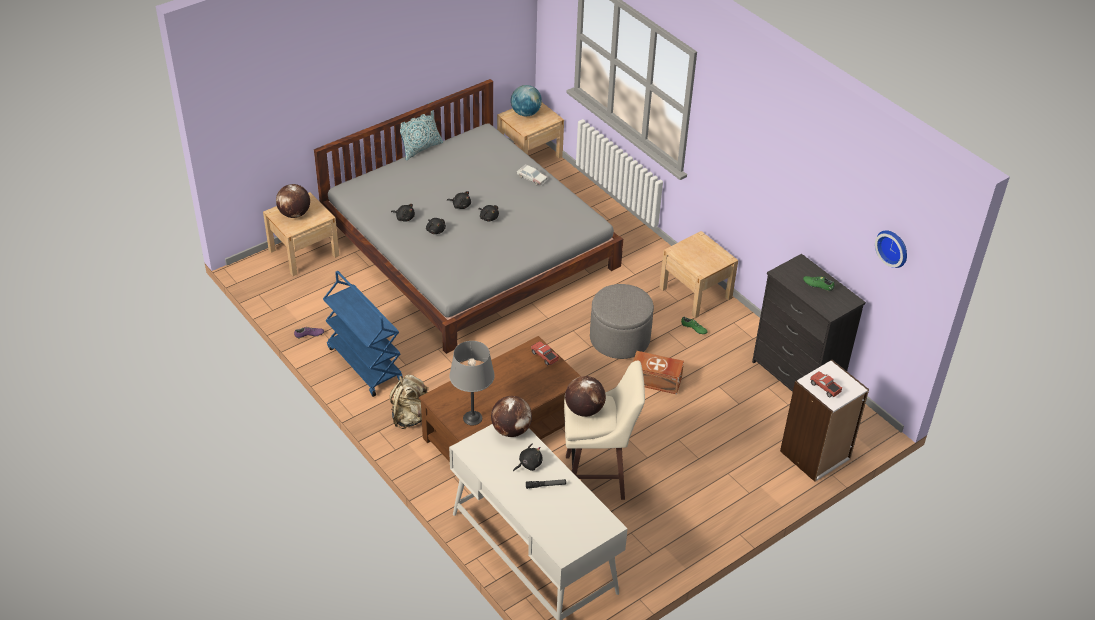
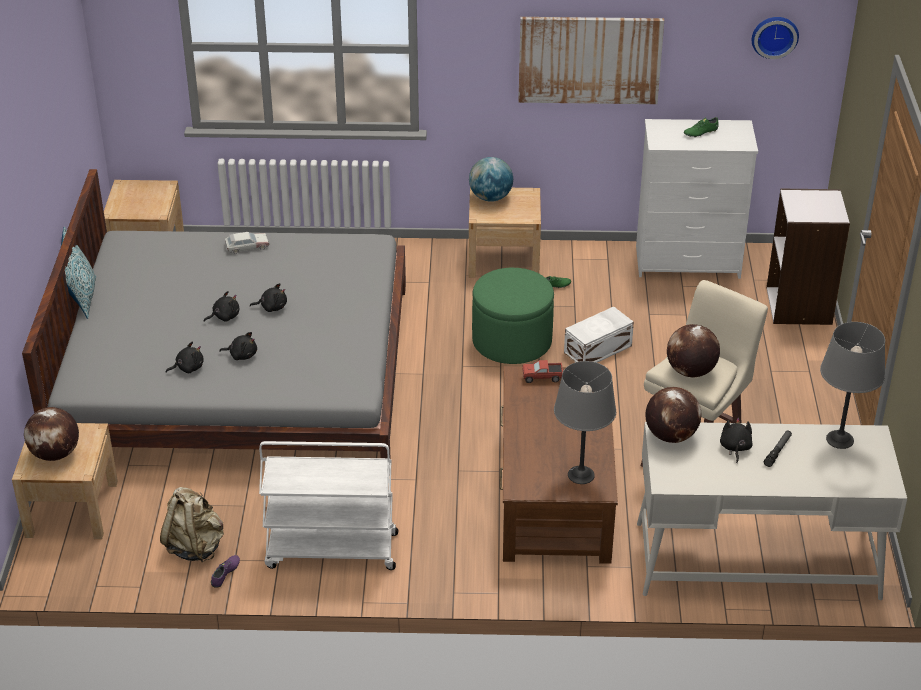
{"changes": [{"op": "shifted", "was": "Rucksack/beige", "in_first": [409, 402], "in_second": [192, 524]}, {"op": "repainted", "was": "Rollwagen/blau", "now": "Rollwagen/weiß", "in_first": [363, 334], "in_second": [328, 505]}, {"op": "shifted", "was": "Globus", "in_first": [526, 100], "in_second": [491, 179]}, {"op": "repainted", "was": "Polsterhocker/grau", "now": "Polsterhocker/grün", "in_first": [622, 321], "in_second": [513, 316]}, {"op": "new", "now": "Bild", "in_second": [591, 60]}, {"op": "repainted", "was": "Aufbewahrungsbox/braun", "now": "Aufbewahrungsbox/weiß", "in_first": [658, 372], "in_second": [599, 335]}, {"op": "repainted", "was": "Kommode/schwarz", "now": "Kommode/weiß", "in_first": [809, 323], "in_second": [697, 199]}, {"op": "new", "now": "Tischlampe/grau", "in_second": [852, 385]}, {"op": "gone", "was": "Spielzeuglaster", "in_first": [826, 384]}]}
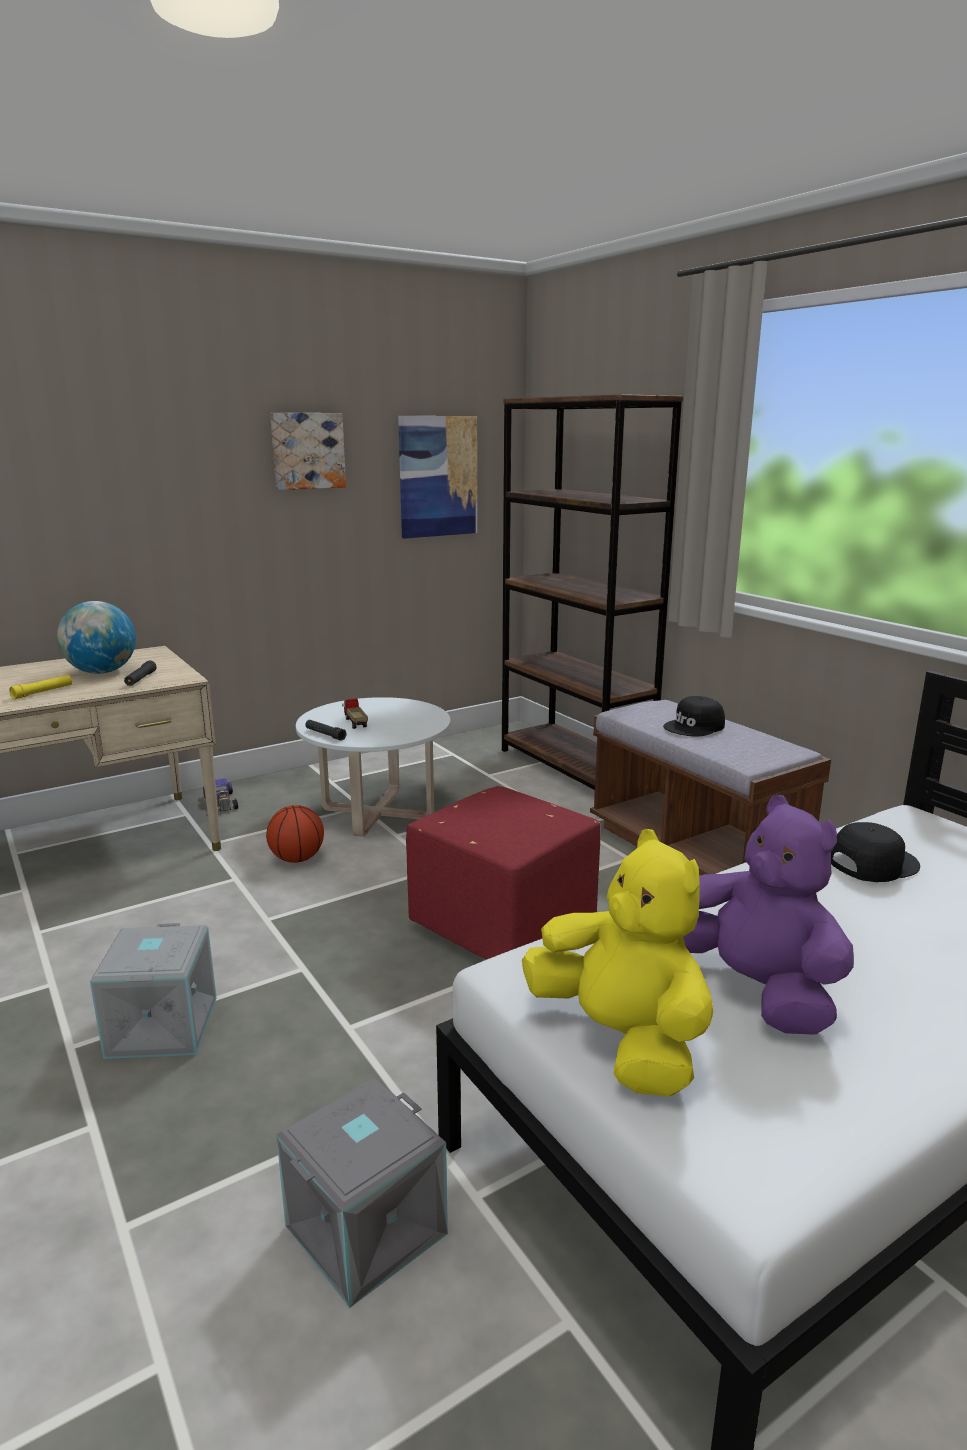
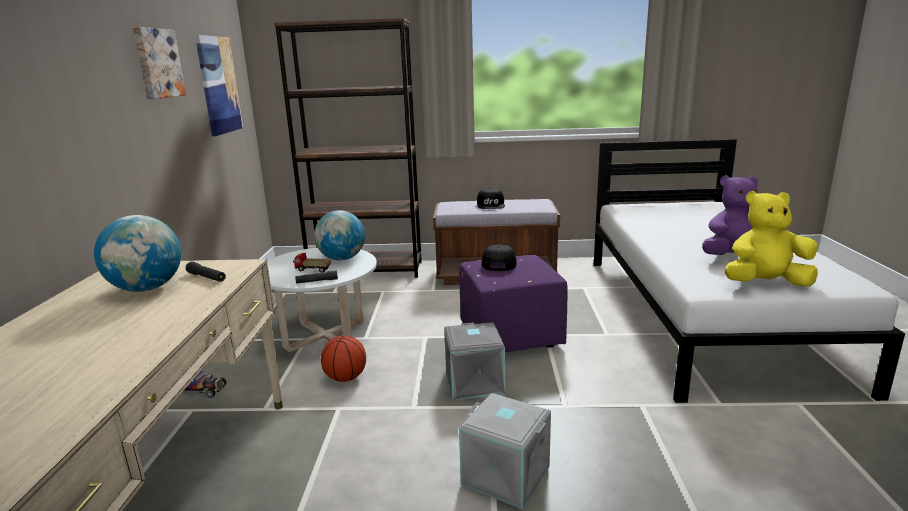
{"changes": [{"op": "new", "now": "Globus", "in_second": [339, 235]}, {"op": "shifted", "was": "Aufbewahrungsbox/grau", "in_first": [362, 1193], "in_second": [474, 361]}, {"op": "repainted", "was": "Polsterhocker/rot", "now": "Polsterhocker/lila", "in_first": [503, 872], "in_second": [513, 303]}, {"op": "shifted", "was": "Kappe/schwarz", "in_first": [875, 852], "in_second": [499, 257]}, {"op": "gone", "was": "Taschenlampe/gelb", "in_first": [41, 687]}]}
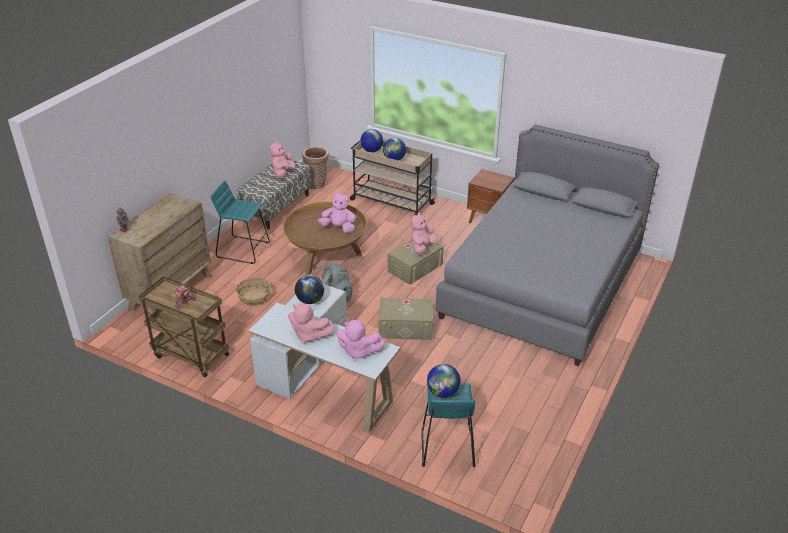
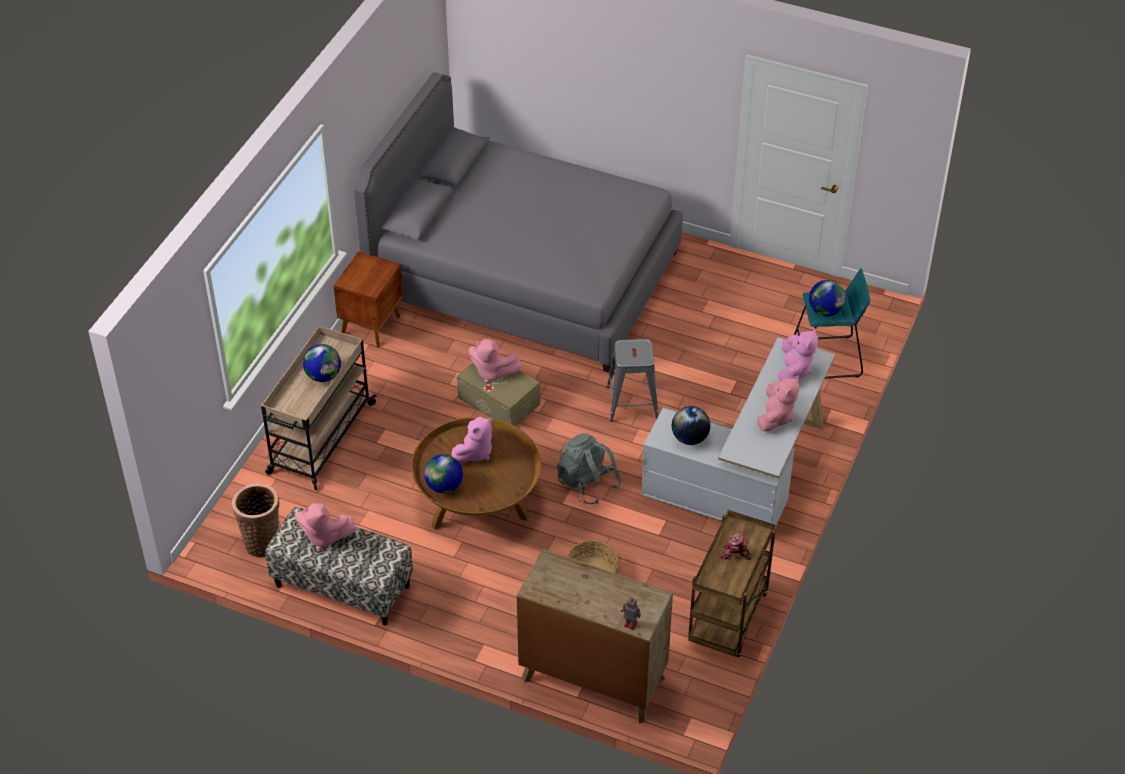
{"changes": [{"op": "shifted", "was": "Globus", "in_first": [371, 140], "in_second": [443, 473]}, {"op": "rotated", "was": "Plüschtier/rosa", "in_first": [337, 212], "in_second": [471, 440], "clockwise": -150}, {"op": "swapped", "was": "Aufbewahrungsbox/beige", "now": "Hocker/grau", "in_first": [405, 319], "in_second": [632, 380]}, {"op": "gone", "was": "Hocker/türkis", "in_first": [240, 222]}]}
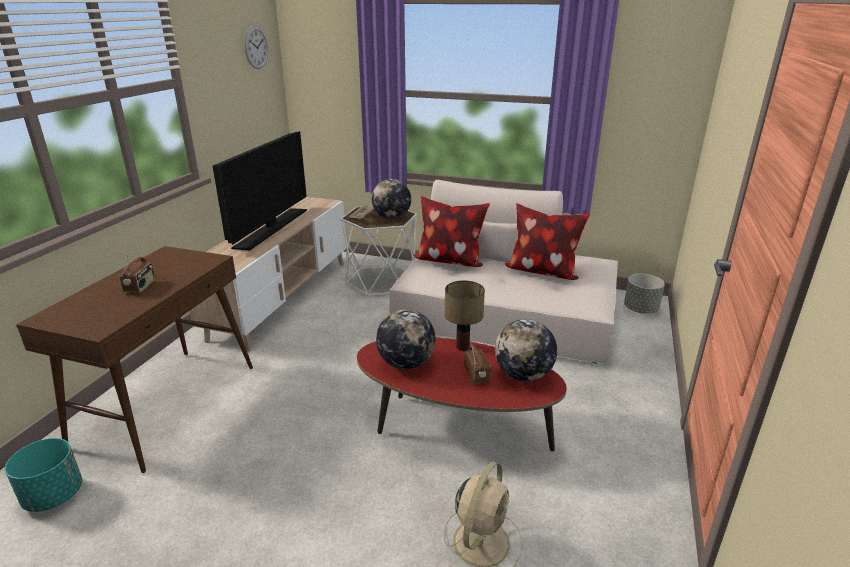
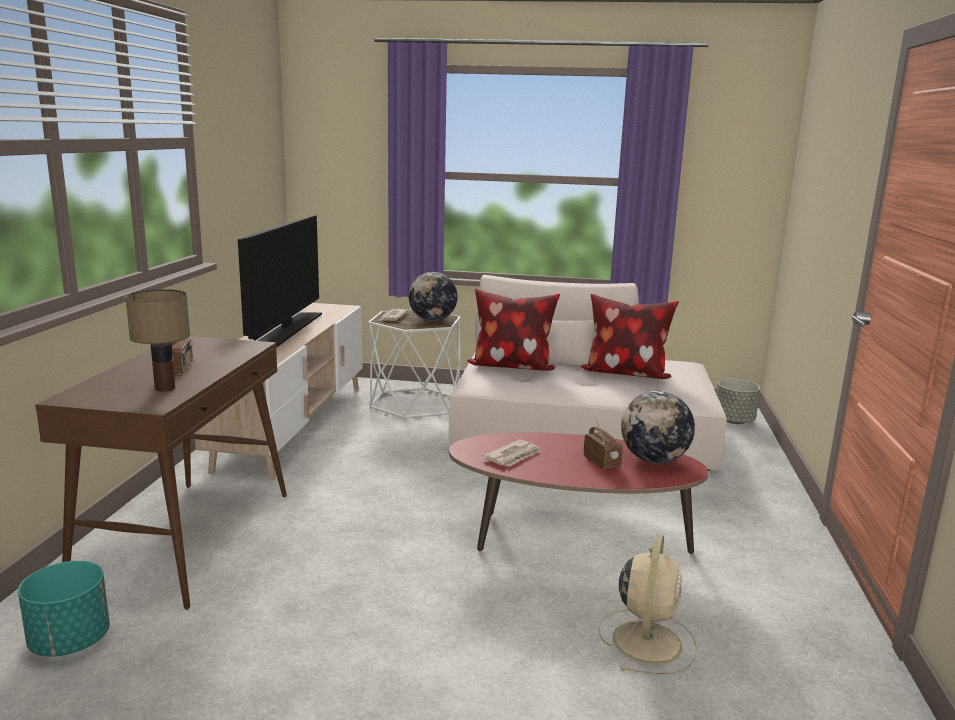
{"changes": [{"op": "shifted", "was": "Tischlampe", "in_first": [465, 316], "in_second": [157, 340]}, {"op": "swapped", "was": "Globus", "now": "Zeitung", "in_first": [406, 339], "in_second": [511, 453]}, {"op": "gone", "was": "Wanduhr", "in_first": [256, 47]}]}
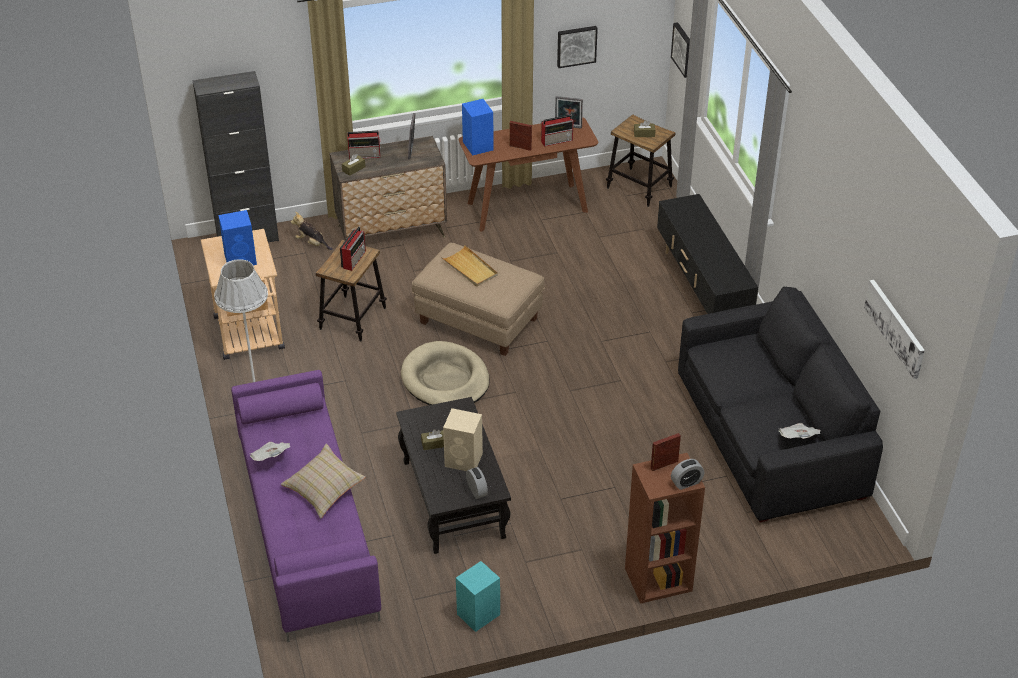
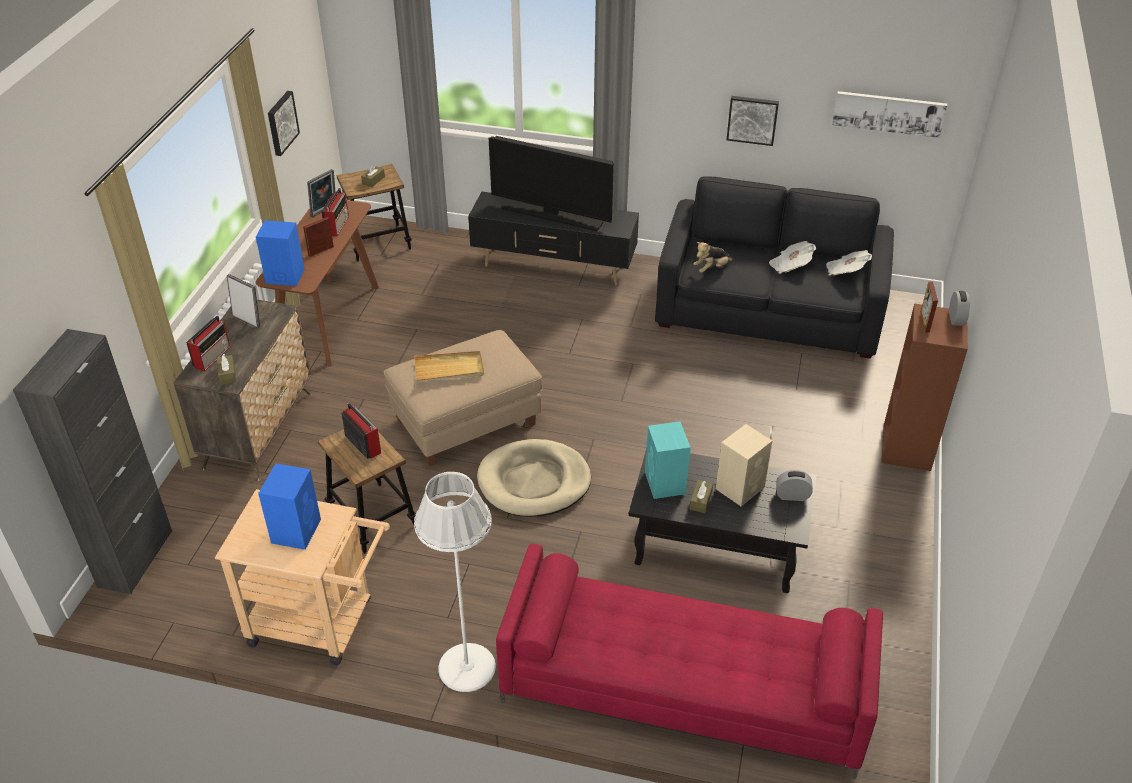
{"changes": [{"op": "new", "now": "Fernseher", "in_second": [551, 183]}, {"op": "repainted", "was": "Sofa/lila", "now": "Sofa/rot", "in_first": [306, 506], "in_second": [689, 661]}, {"op": "shifted", "was": "Lautsprecher/türkis", "in_first": [478, 596], "in_second": [668, 460]}, {"op": "shifted", "was": "Plüschtier", "in_first": [312, 231], "in_second": [714, 257]}, {"op": "shifted", "was": "Bild", "in_first": [680, 50], "in_second": [753, 121]}, {"op": "shifted", "was": "Zeitung", "in_first": [270, 451], "in_second": [792, 257]}, {"op": "gone", "was": "Kissen/beige", "in_first": [323, 481]}]}
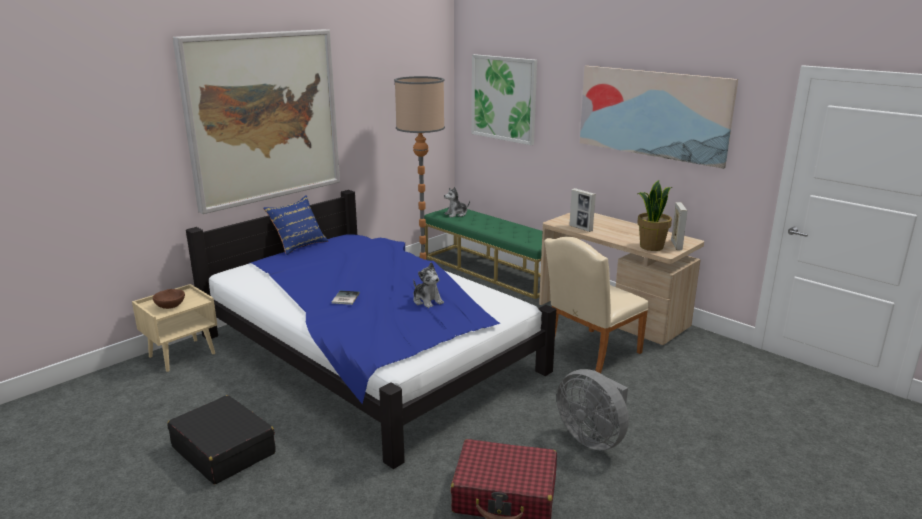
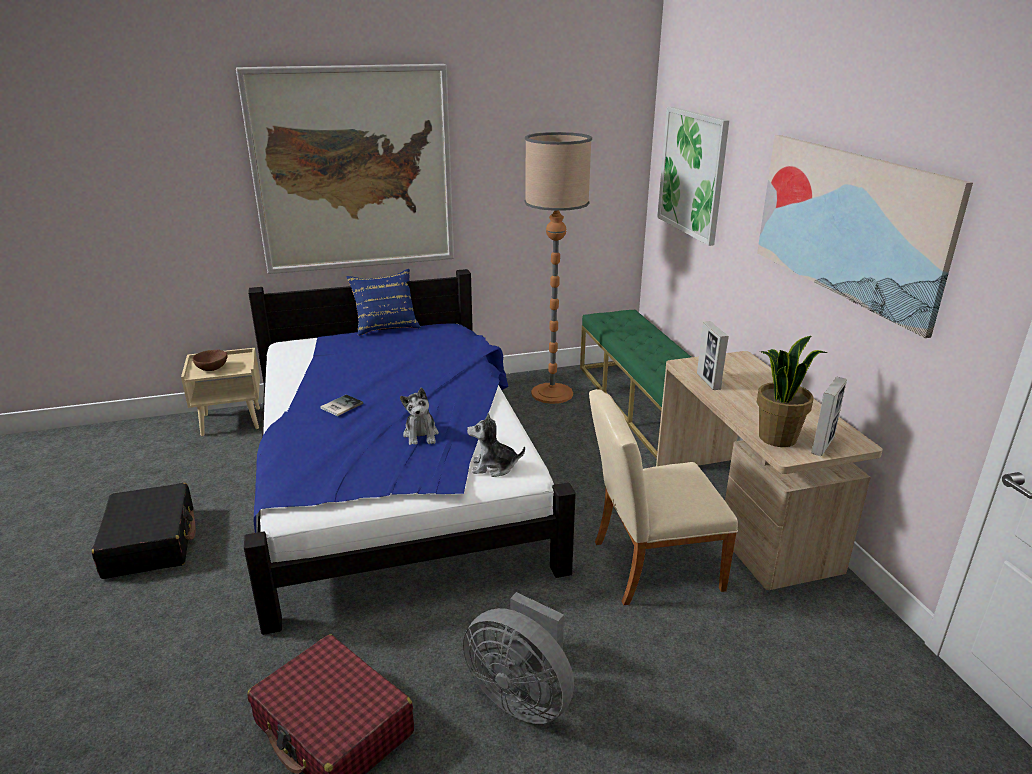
{"changes": [{"op": "rotated", "was": "Ventilator/grau", "in_first": [593, 409], "in_second": [518, 658], "clockwise": -45}, {"op": "shifted", "was": "Plüschtier", "in_first": [457, 202], "in_second": [496, 445]}]}
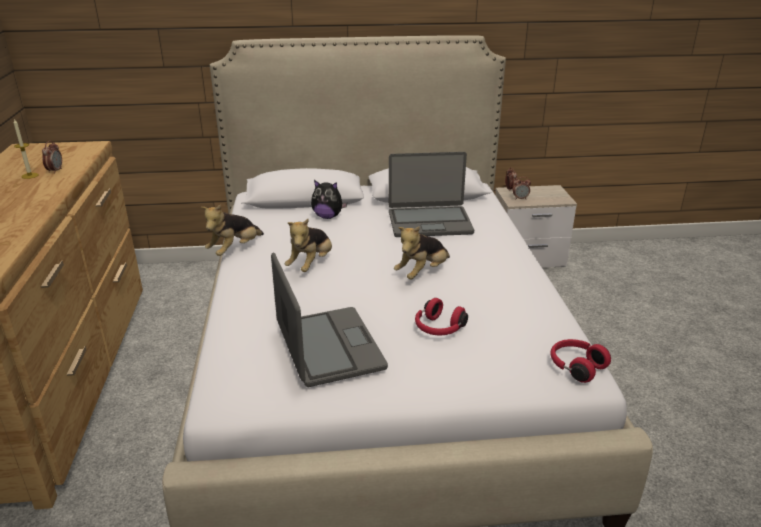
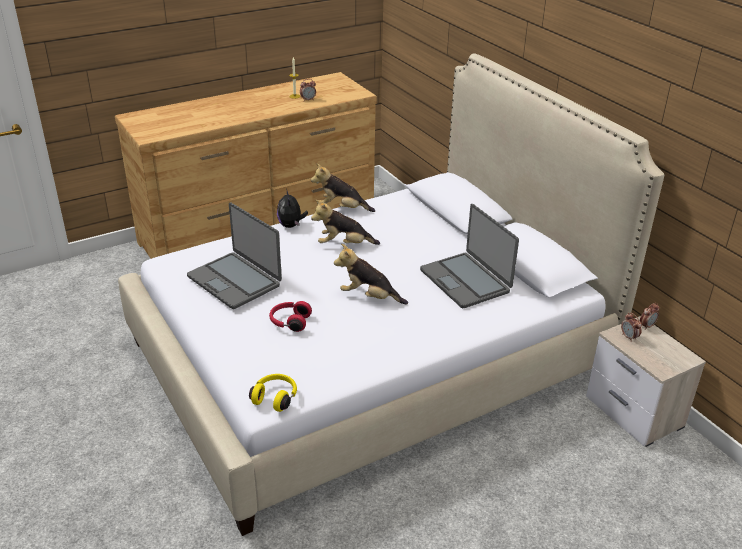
{"changes": [{"op": "rotated", "was": "Laptop", "in_first": [329, 320], "in_second": [234, 255], "clockwise": 90}, {"op": "repainted", "was": "Kopfhörer/rot", "now": "Kopfhörer/gelb", "in_first": [581, 361], "in_second": [273, 393]}, {"op": "shifted", "was": "Plüschtier", "in_first": [329, 199], "in_second": [292, 208]}]}
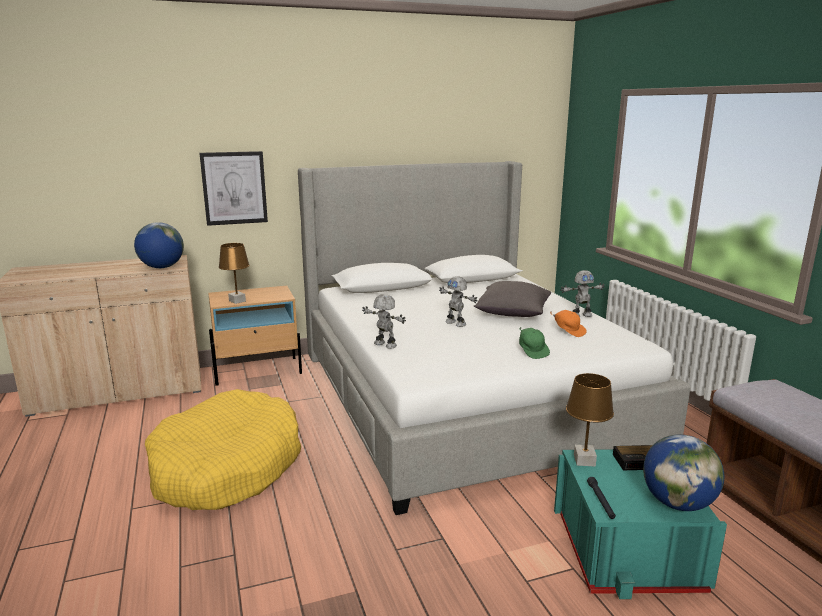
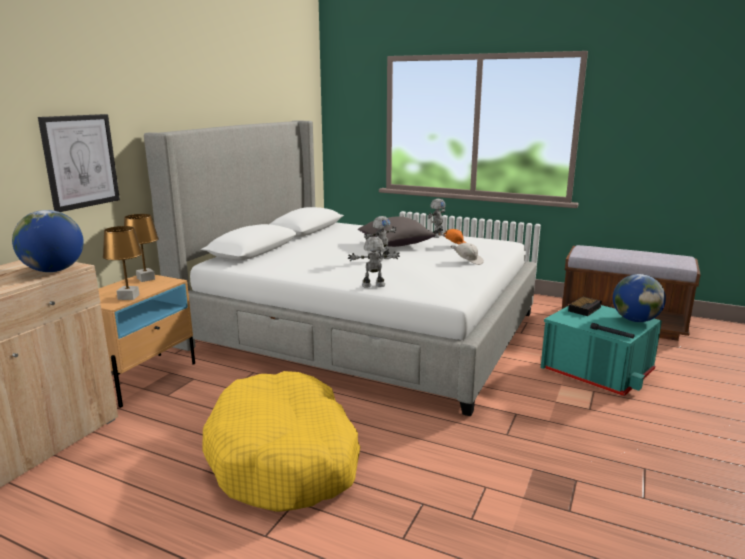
{"changes": [{"op": "shifted", "was": "Tischlampe/braun", "in_first": [590, 419], "in_second": [141, 248]}, {"op": "rotated", "was": "Spielzeugroboter", "in_first": [458, 301], "in_second": [380, 239], "clockwise": -45}, {"op": "repainted", "was": "Kappe/grün", "now": "Kappe/weiß", "in_first": [534, 343], "in_second": [467, 254]}]}
